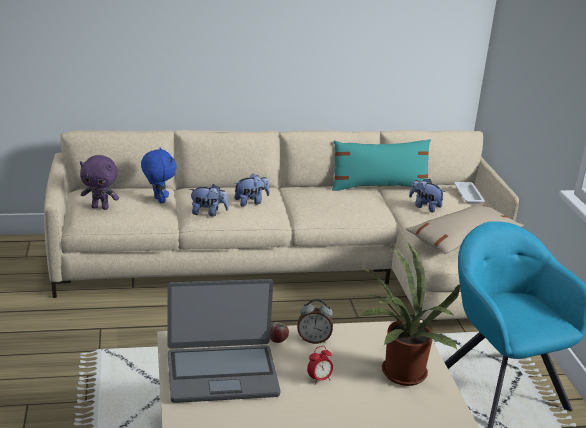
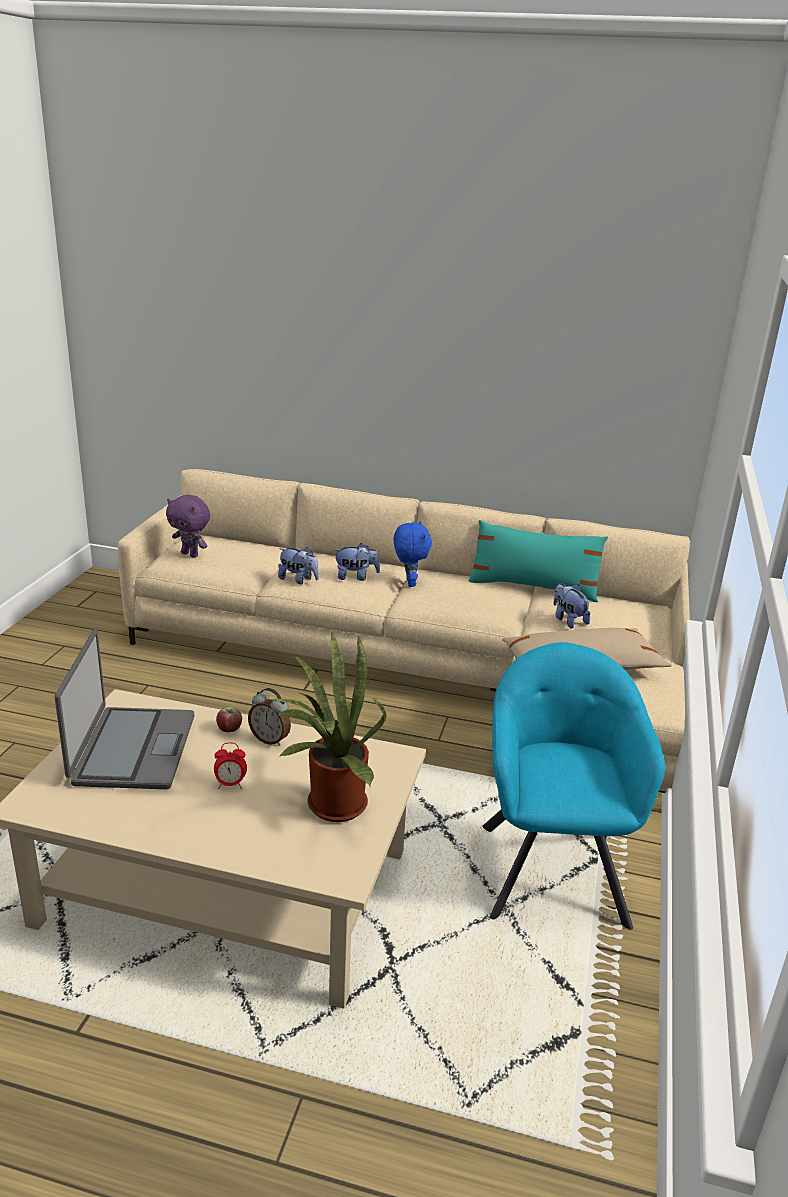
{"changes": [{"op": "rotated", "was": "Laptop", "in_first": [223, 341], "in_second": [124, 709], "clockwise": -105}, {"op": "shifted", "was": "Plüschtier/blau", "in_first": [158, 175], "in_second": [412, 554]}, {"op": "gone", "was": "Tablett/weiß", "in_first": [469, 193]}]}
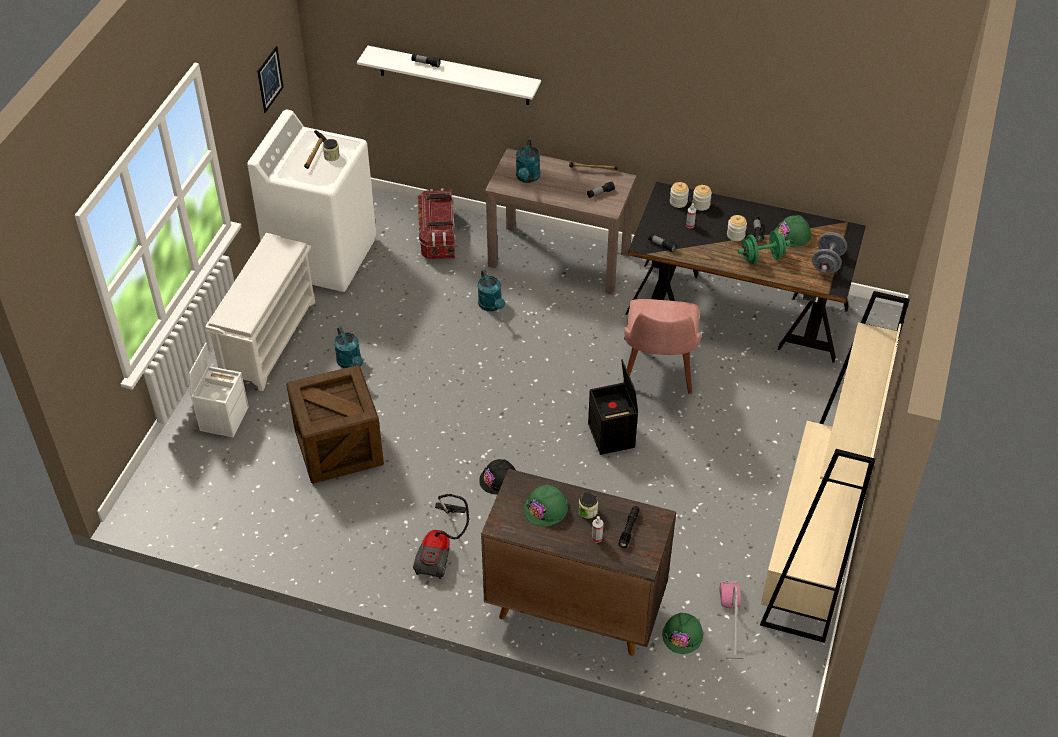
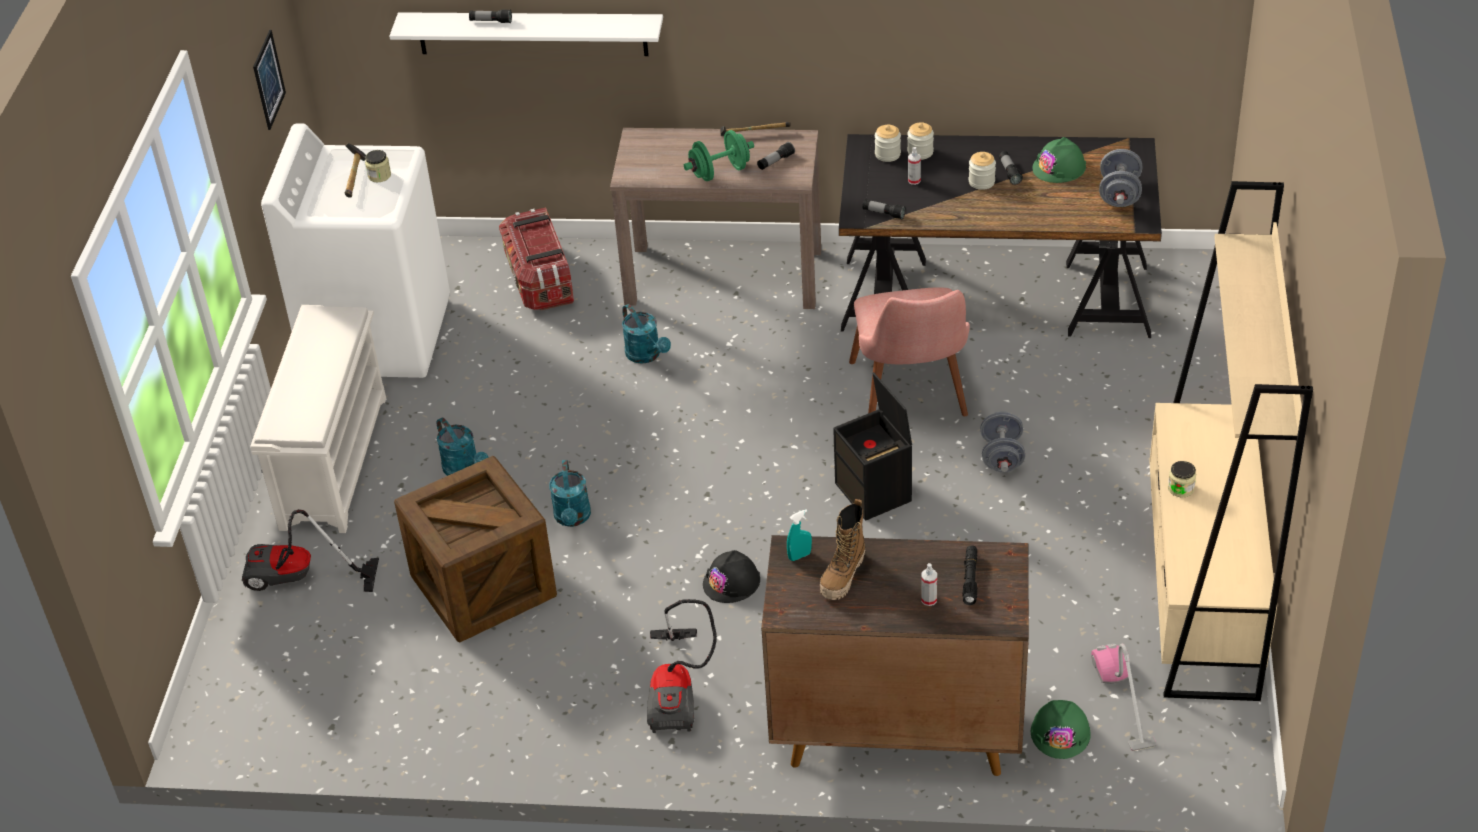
{"changes": [{"op": "swapped", "was": "Aufbewahrungsbox/weiß", "now": "Staubsauger", "in_first": [219, 390], "in_second": [310, 550]}, {"op": "shifted", "was": "Gießkanne/türkis", "in_first": [528, 161], "in_second": [570, 493]}, {"op": "shifted", "was": "Hantel/grün", "in_first": [764, 247], "in_second": [719, 155]}, {"op": "new", "now": "Sprühflasche/türkis", "in_second": [799, 535]}, {"op": "swapped", "was": "Schutzhelm/grün", "now": "Stiefel", "in_first": [546, 506], "in_second": [842, 549]}, {"op": "new", "now": "Hantel/grau", "in_second": [1002, 442]}, {"op": "shifted", "was": "Vorratsglas", "in_first": [588, 505], "in_second": [1182, 479]}]}
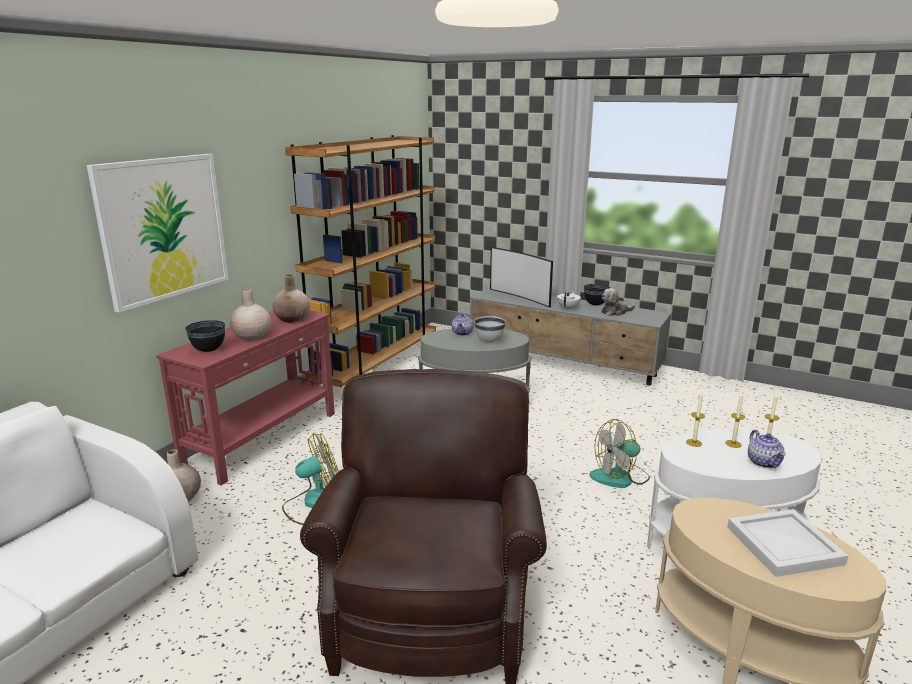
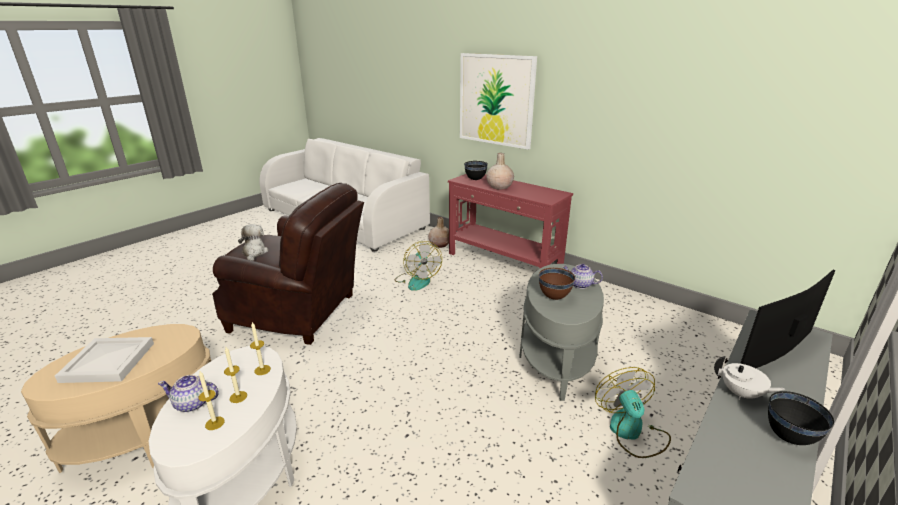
{"changes": [{"op": "shifted", "was": "Plüschtier", "in_first": [618, 302], "in_second": [253, 242]}, {"op": "repainted", "was": "Schüssel/weiß", "now": "Schüssel/braun", "in_first": [490, 329], "in_second": [557, 284]}, {"op": "shifted", "was": "Ventilator", "in_first": [620, 453], "in_second": [633, 412]}, {"op": "gone", "was": "Vase/beige", "in_first": [291, 298]}, {"op": "gone", "was": "Bücherregal/braun", "in_first": [360, 261]}]}
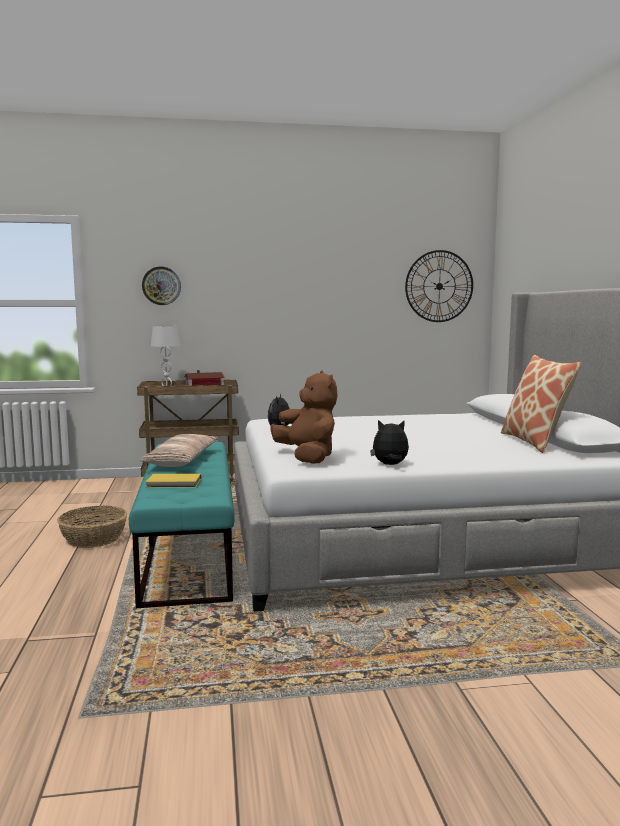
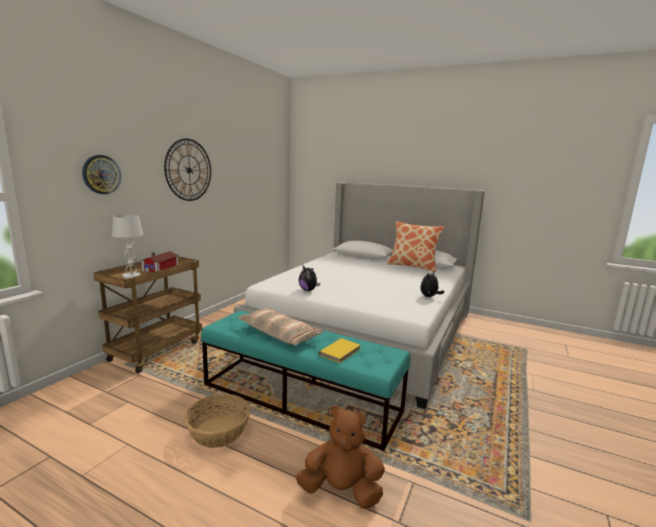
{"changes": [{"op": "shifted", "was": "Wanduhr", "in_first": [439, 286], "in_second": [187, 169]}, {"op": "shifted", "was": "Plüschtier/braun", "in_first": [304, 417], "in_second": [340, 457]}]}
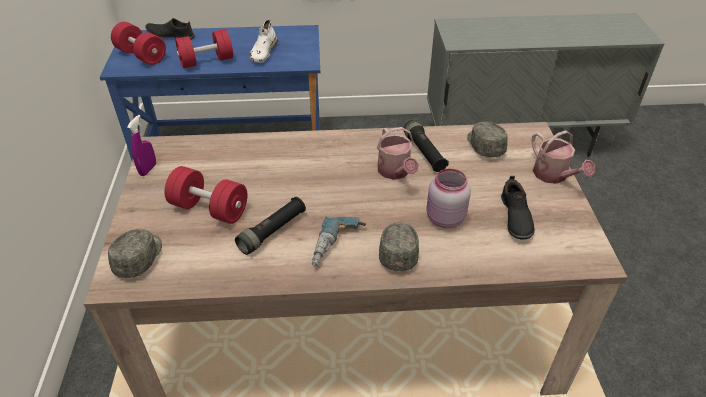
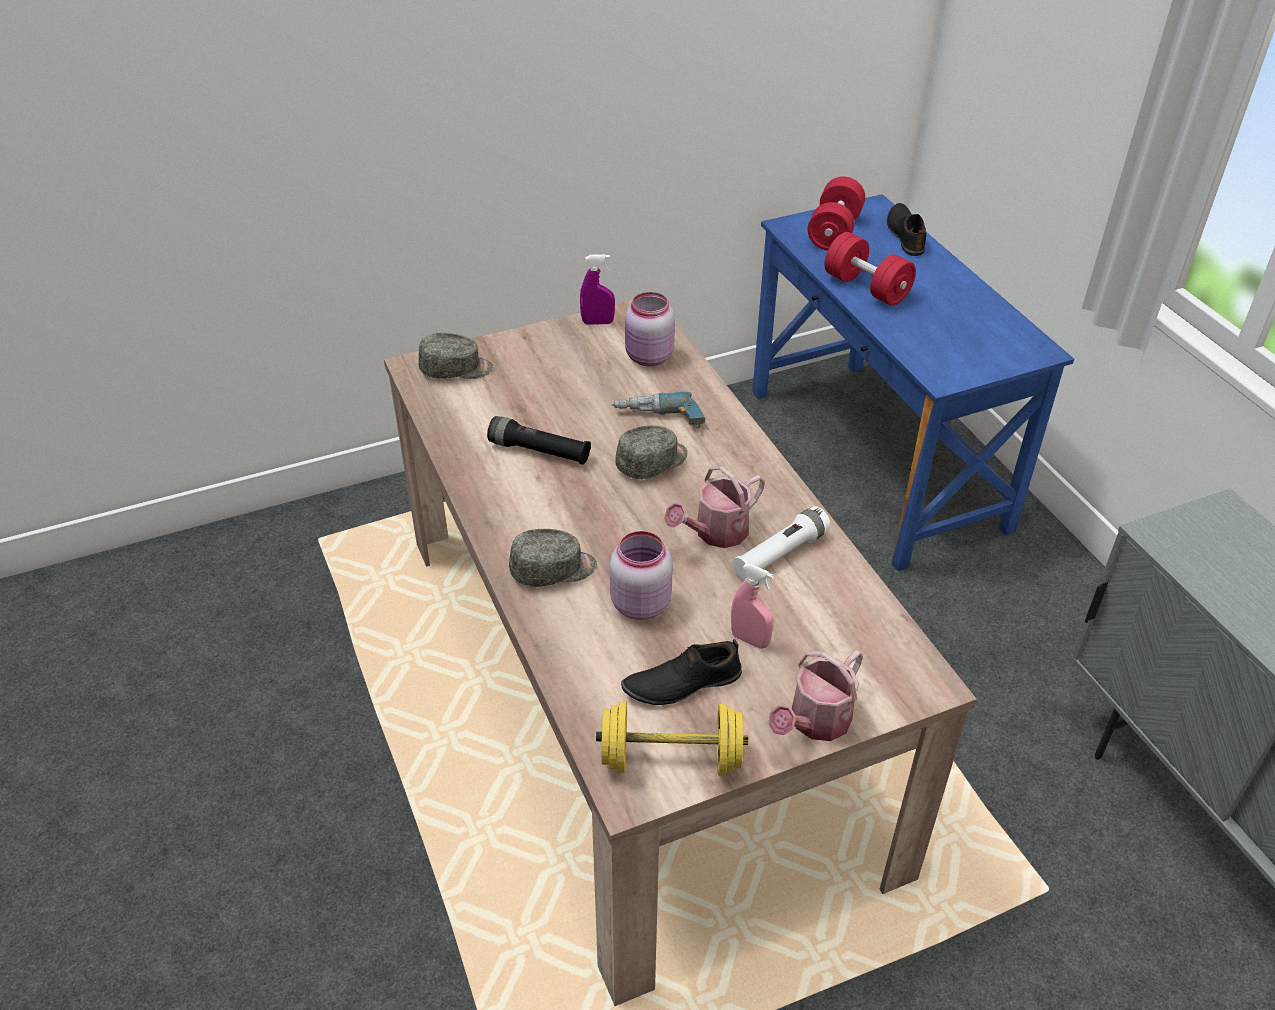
{"changes": [{"op": "new", "now": "Hantel/gelb", "in_second": [672, 738]}, {"op": "shifted", "was": "Bohrmaschine", "in_first": [339, 241], "in_second": [658, 410]}, {"op": "shifted", "was": "Kappe/grau", "in_first": [487, 140], "in_second": [651, 452]}, {"op": "new", "now": "Vorratsglas/rosa", "in_second": [650, 329]}, {"op": "new", "now": "Sprühflasche/rosa", "in_second": [752, 606]}, {"op": "repainted", "was": "Taschenlampe/schwarz", "now": "Taschenlampe/weiß", "in_first": [426, 146], "in_second": [781, 543]}, {"op": "gone", "was": "Hantel/rot", "in_first": [206, 195]}, {"op": "gone", "was": "Schuh/weiß", "in_first": [263, 41]}]}
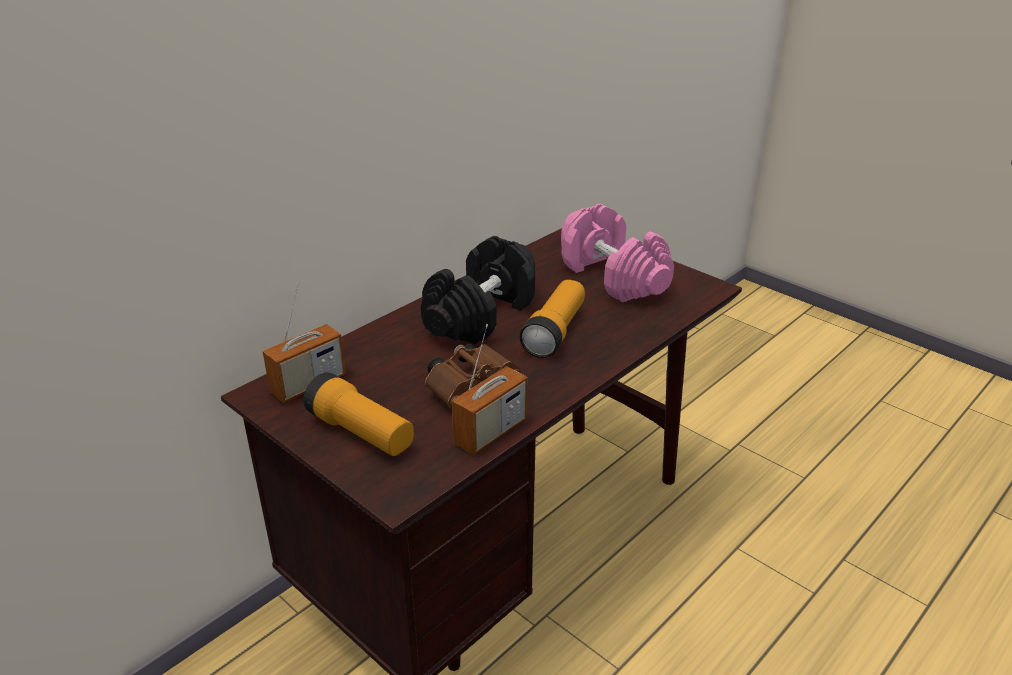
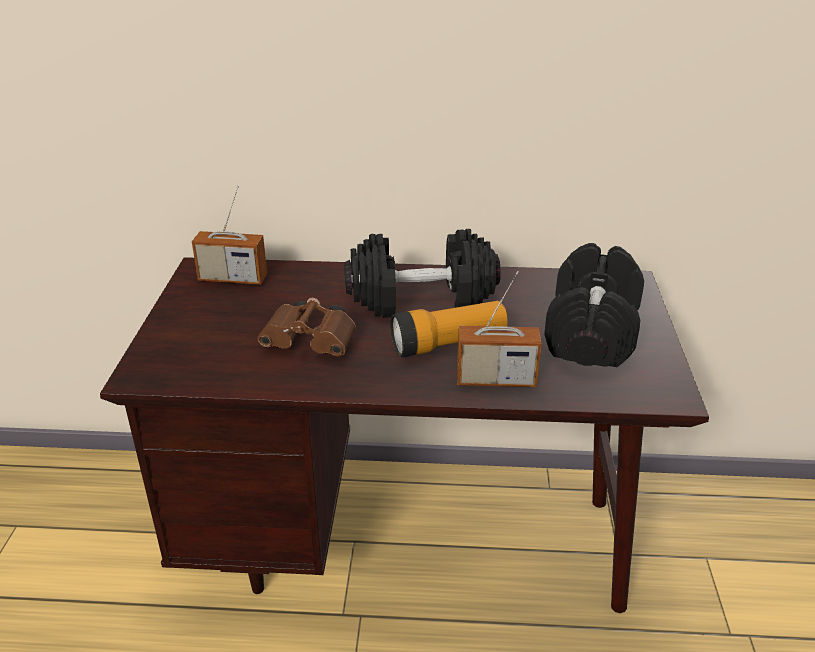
{"changes": [{"op": "shifted", "was": "Radio", "in_first": [490, 389], "in_second": [499, 329]}, {"op": "repainted", "was": "Hantel/rosa", "now": "Hantel/schwarz", "in_first": [617, 253], "in_second": [594, 305]}, {"op": "gone", "was": "Taschenlampe", "in_first": [358, 414]}]}
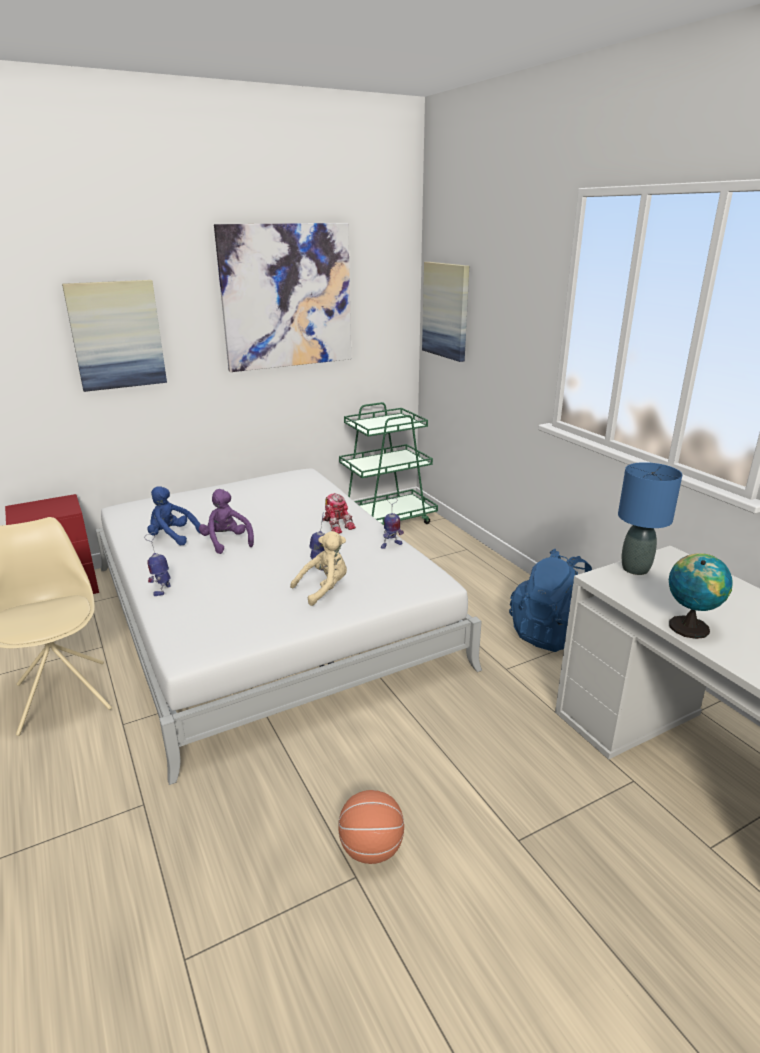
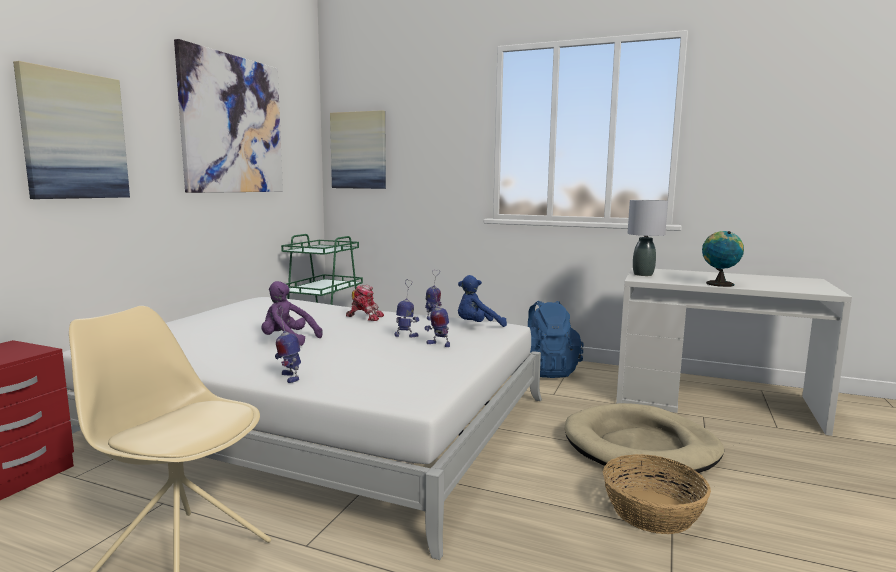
{"changes": [{"op": "swapped", "was": "Plüschtier/beige", "now": "Spielzeugroboter", "in_first": [318, 568], "in_second": [437, 317]}, {"op": "shifted", "was": "Plüschtier/blau", "in_first": [174, 515], "in_second": [482, 301]}, {"op": "new", "now": "Hundebett/beige", "in_second": [644, 440]}, {"op": "swapped", "was": "Basketball", "now": "Korb", "in_first": [371, 827], "in_second": [657, 494]}, {"op": "repainted", "was": "Tischlampe/blau", "now": "Tischlampe/grau", "in_first": [650, 518], "in_second": [647, 238]}]}
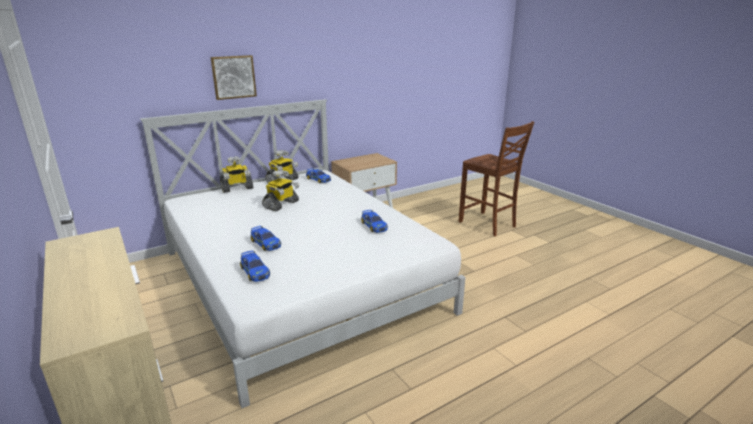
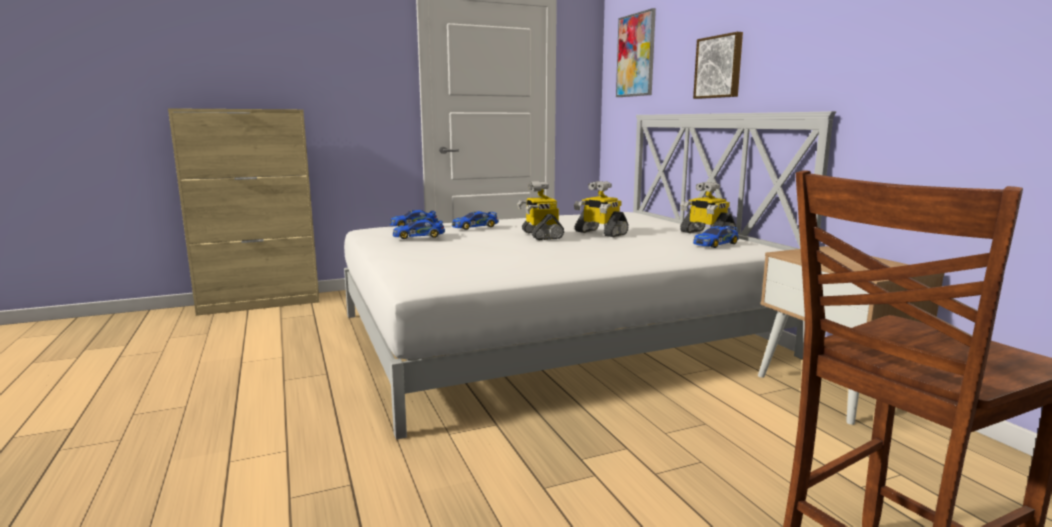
{"changes": [{"op": "shifted", "was": "Spielzeugauto", "in_first": [374, 221], "in_second": [419, 229]}, {"op": "shifted", "was": "Spielzeugroboter", "in_first": [236, 174], "in_second": [540, 210]}, {"op": "new", "now": "Bild", "in_second": [636, 52]}]}
